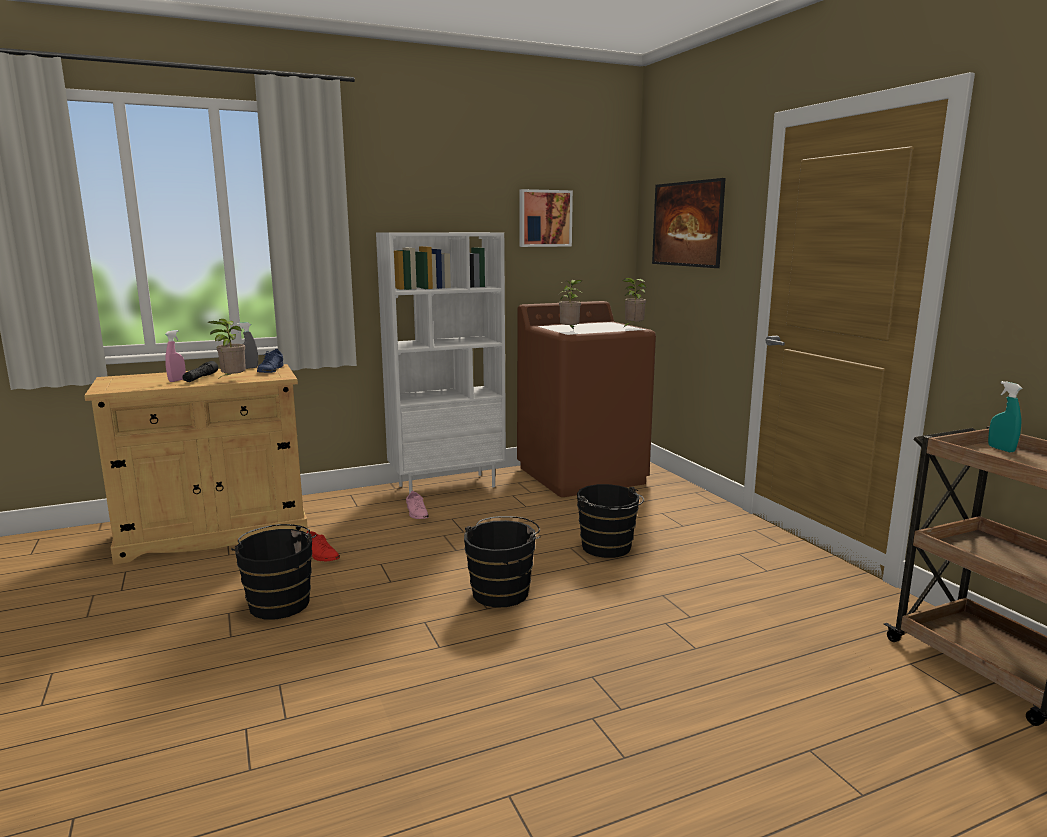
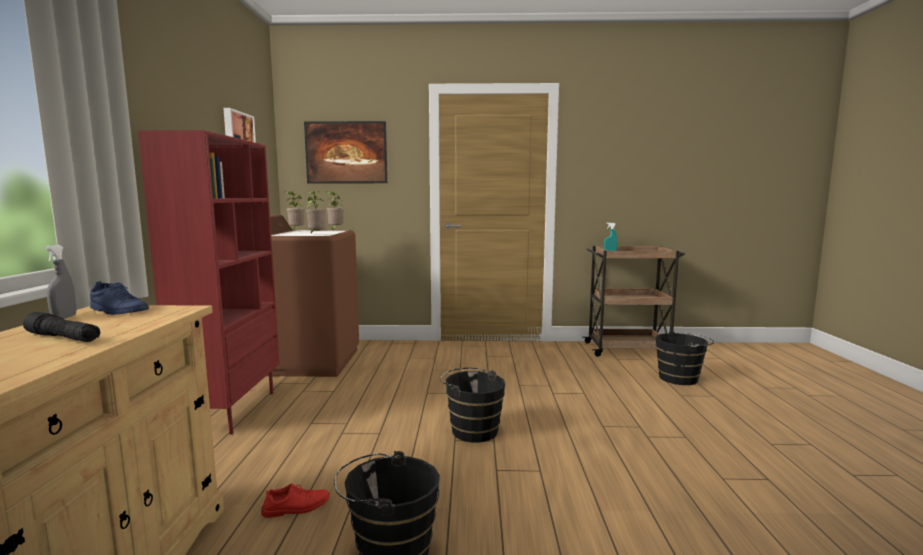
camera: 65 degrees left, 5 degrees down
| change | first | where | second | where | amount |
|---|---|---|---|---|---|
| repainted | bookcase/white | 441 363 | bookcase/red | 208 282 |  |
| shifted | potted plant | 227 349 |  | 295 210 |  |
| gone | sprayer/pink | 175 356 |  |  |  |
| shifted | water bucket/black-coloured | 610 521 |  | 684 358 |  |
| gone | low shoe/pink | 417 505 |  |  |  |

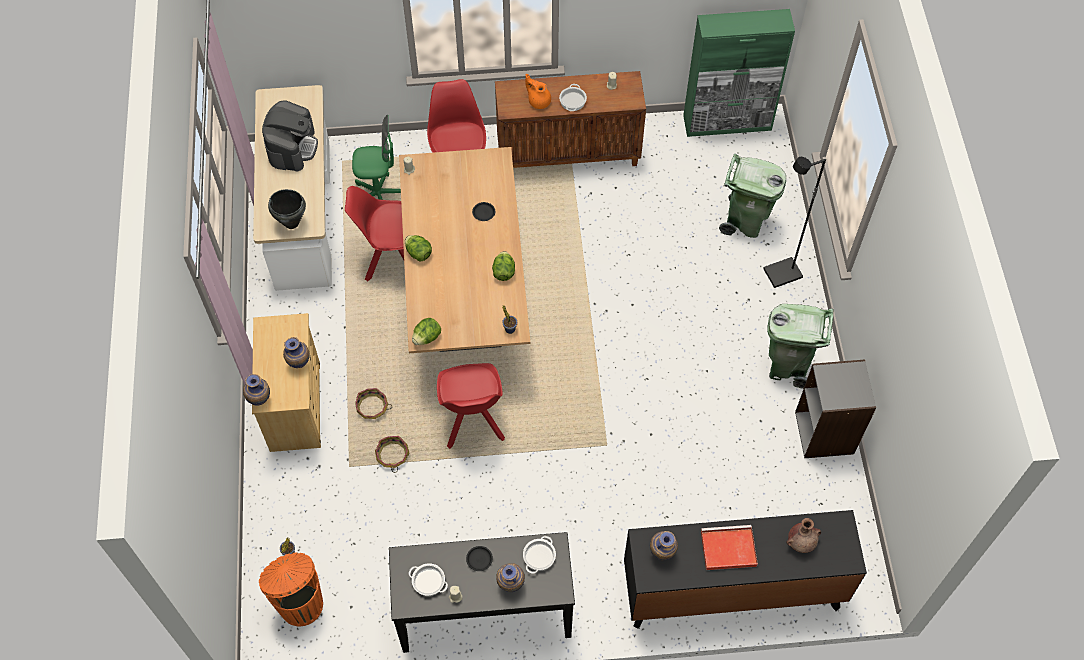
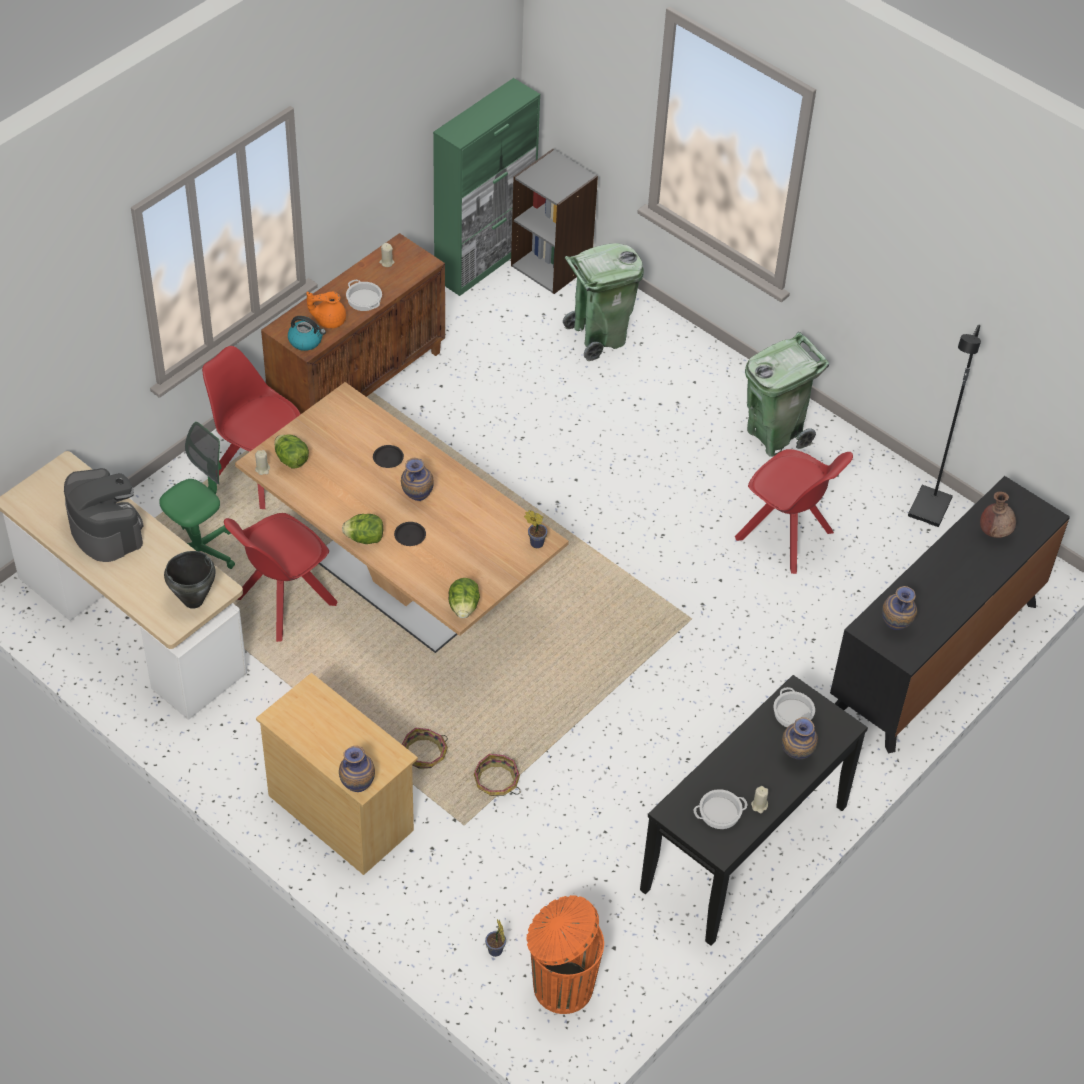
camera: 45 degrees left, 10 degrees down
| change | first | where | second | where | amount |
|---|---|---|---|---|---|
| shifted | floor lamp/black-coloured | 794 222 |  | 944 426 |  |
| shifted | head of lettuce | 503 266 |  | 291 452 |  |
| shifted | vase | 296 352 |  | 417 479 |  |
| shifted | bookcase/greyish | 835 408 |  | 554 221 |  |
| shifted | plain chair/red | 471 406 |  | 794 511 |  |
| gone | tray/red | 729 547 |  |  |  |
| shifted | dinner plate/black-coloured | 479 558 |  | 410 534 |  |
| new |  |  | water kettle | 307 333 |  |

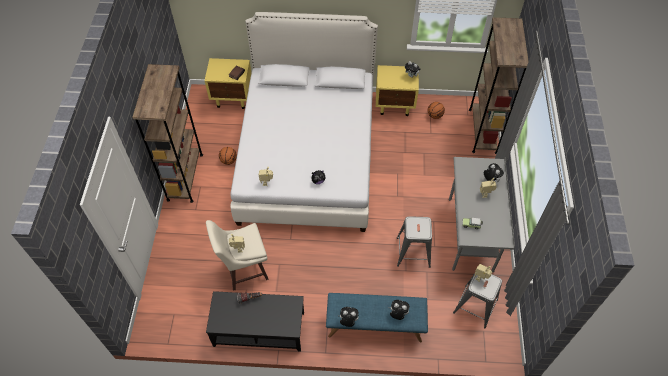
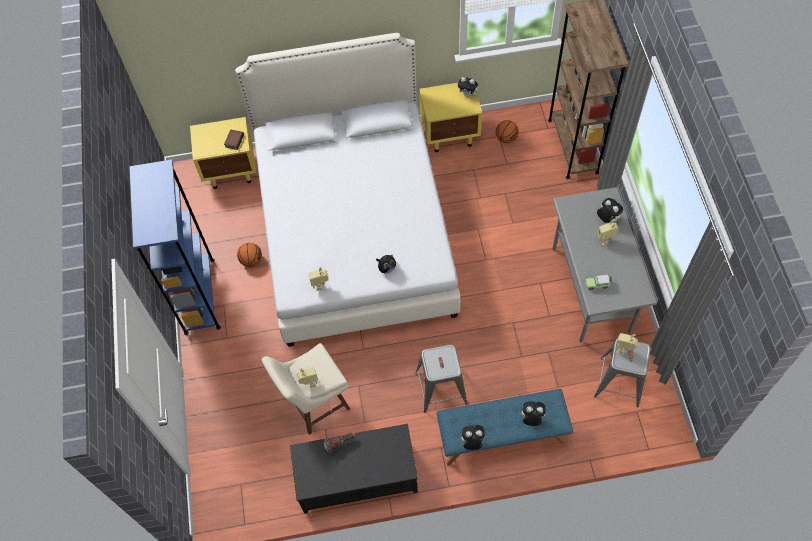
camera: 10 degrees left, 5 degrees up
| change | first | where | second | where | amount |
|---|---|---|---|---|---|
| repainted | bookcase/brownish | 167 133 | bookcase/blue | 175 247 |  |
| shifted | sitting stool/greyish | 414 242 |  | 441 379 |  |

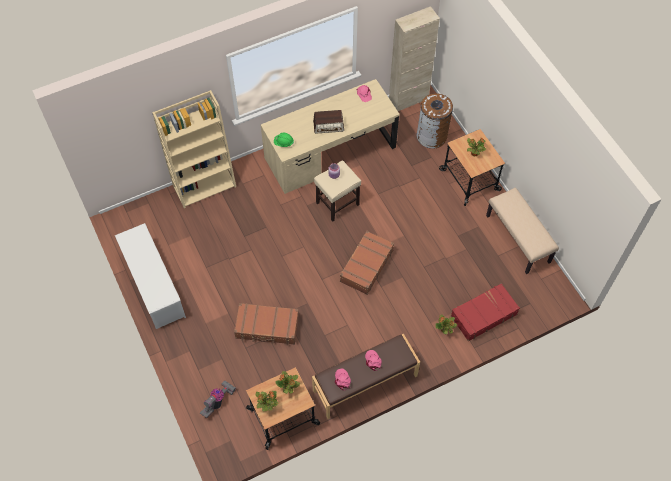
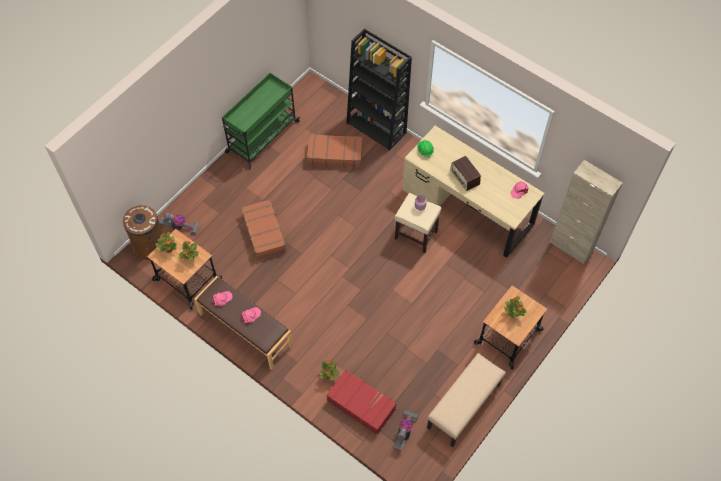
camera: 65 degrees right, 0 degrees up
| change | first | where | second | where | amount |
|---|---|---|---|---|---|
| repainted | bookcase/beige | 194 149 | bookcase/black-coloured | 379 89 |  |
| shifted | trash can/brownish | 435 121 |  | 143 232 |  |
| swapped | shoe shelf/white | 150 276 | trolley/green | 261 121 |  |
| shifted | suitcase/brownish | 367 263 |  | 334 151 |  |
| new |  |  | hoover | 406 430 |  |

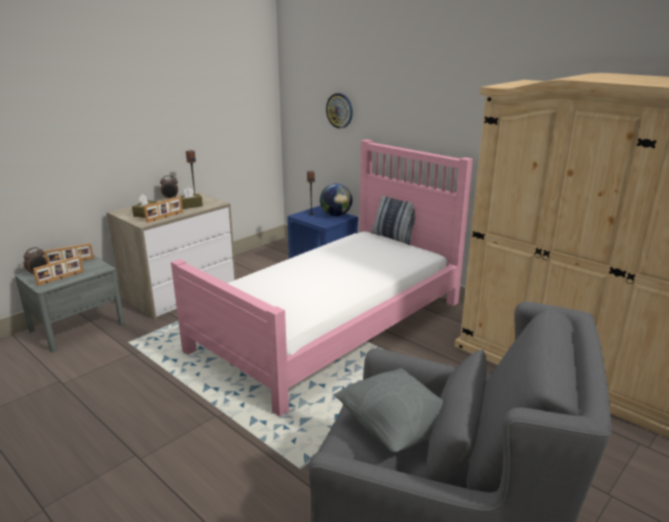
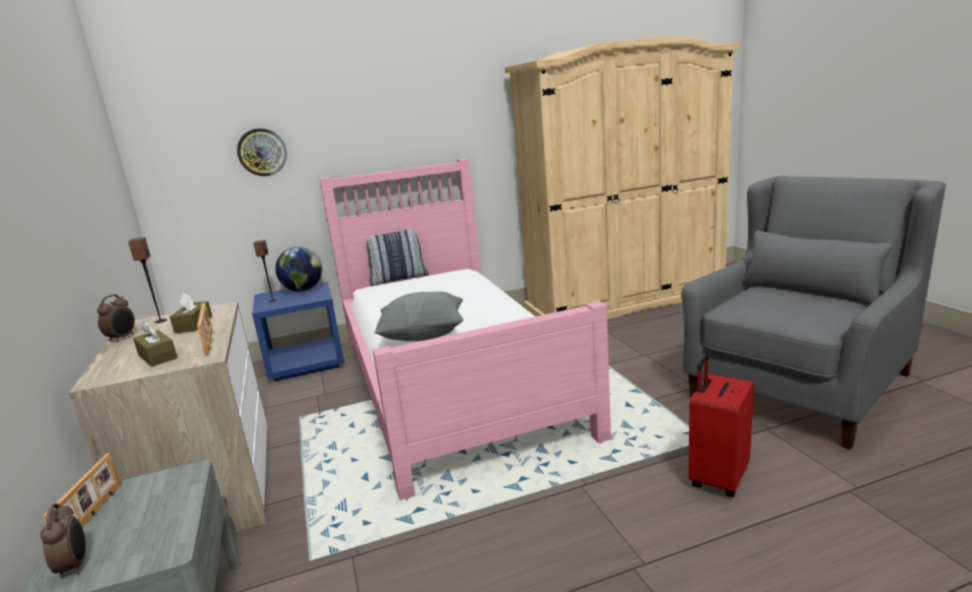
camera: 60 degrees left, 5 degrees down
| change | first | where | second | where | amount |
|---|---|---|---|---|---|
| gone | photo frame | 58 270 |  |  |  |
| shifted | cushion/greyish | 388 410 |  | 419 316 |  |
| new |  |  | suitcase/red | 721 426 |  |

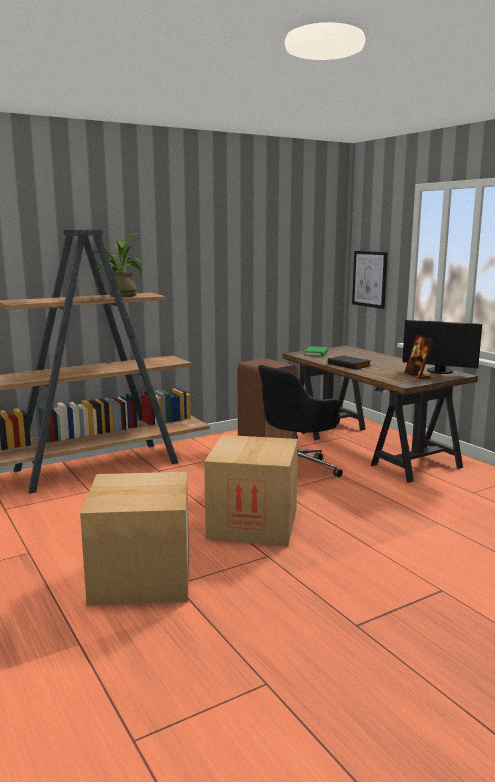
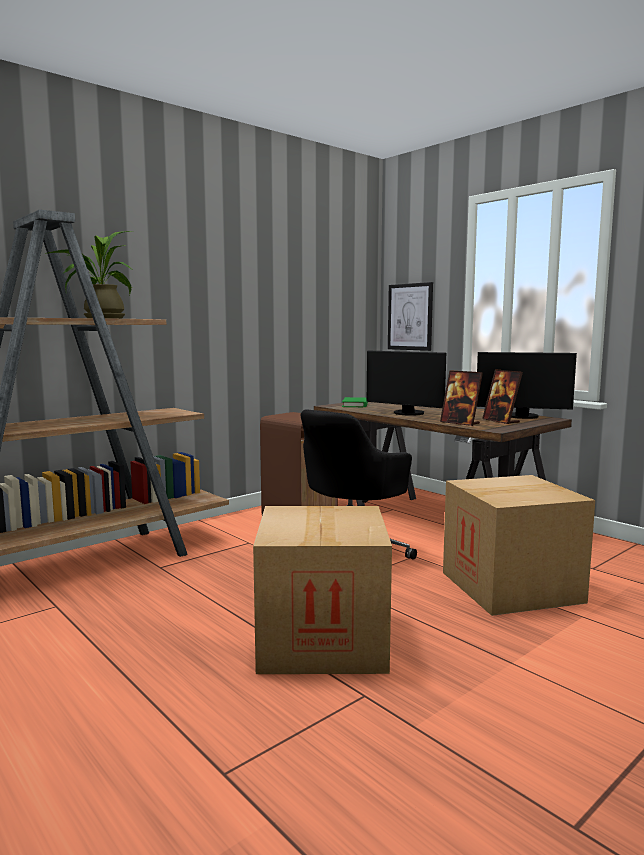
camera: 10 degrees left, 5 degrees down
| change | first | where | second | where | amount |
|---|---|---|---|---|---|
| swapped | volume/black-coloured | 349 362 | computer screen | 406 383 |  |
| shifted | carton | 134 539 |  | 519 545 |  |
| new |  |  | photo frame | 461 398 |  |

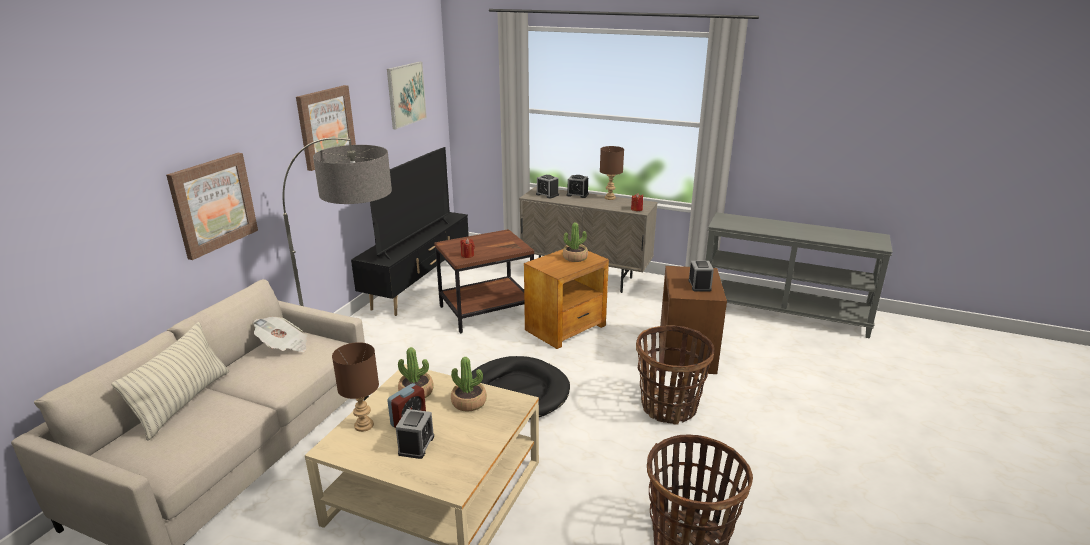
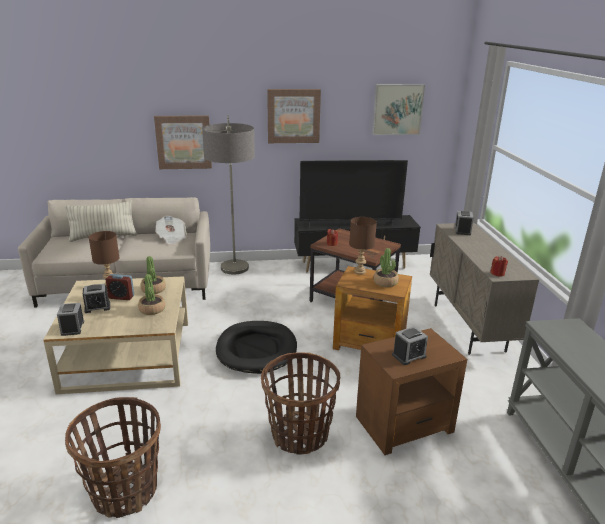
camera: 60 degrees right, 0 degrees up
| change | first | where | second | where | amount |
|---|---|---|---|---|---|
| shifted | lamp for a table/brownish | 612 173 |  | 363 246 |  |
| shifted | alarm clock | 577 186 |  | 70 319 |  |

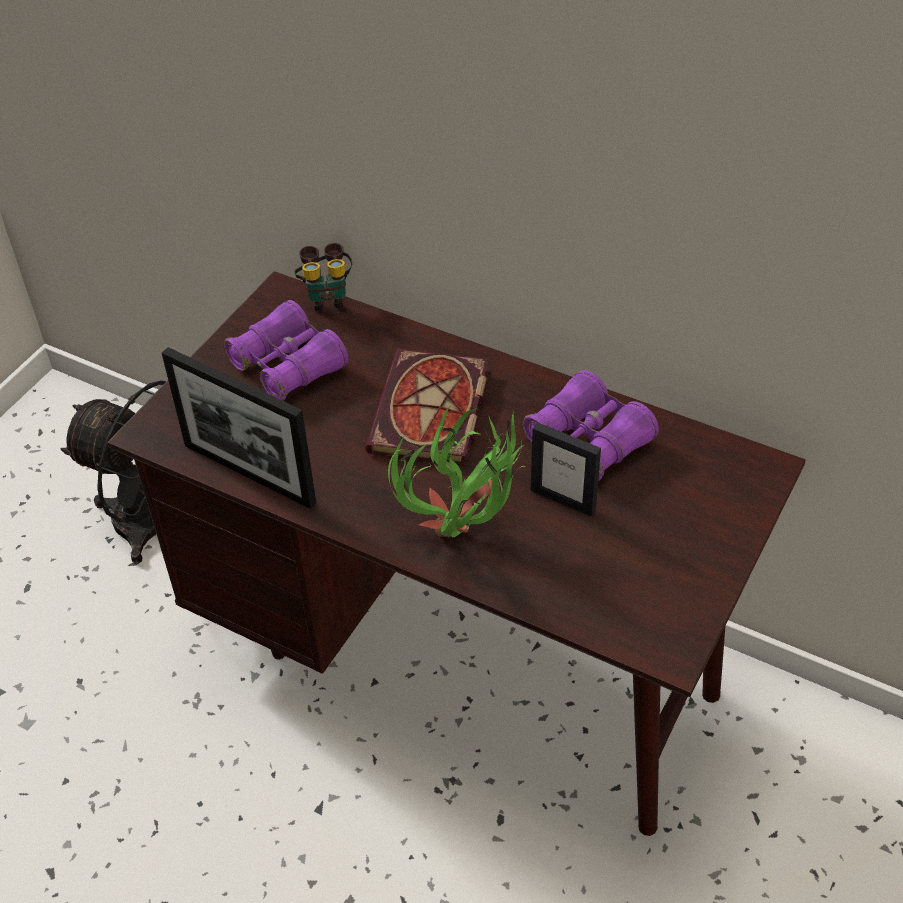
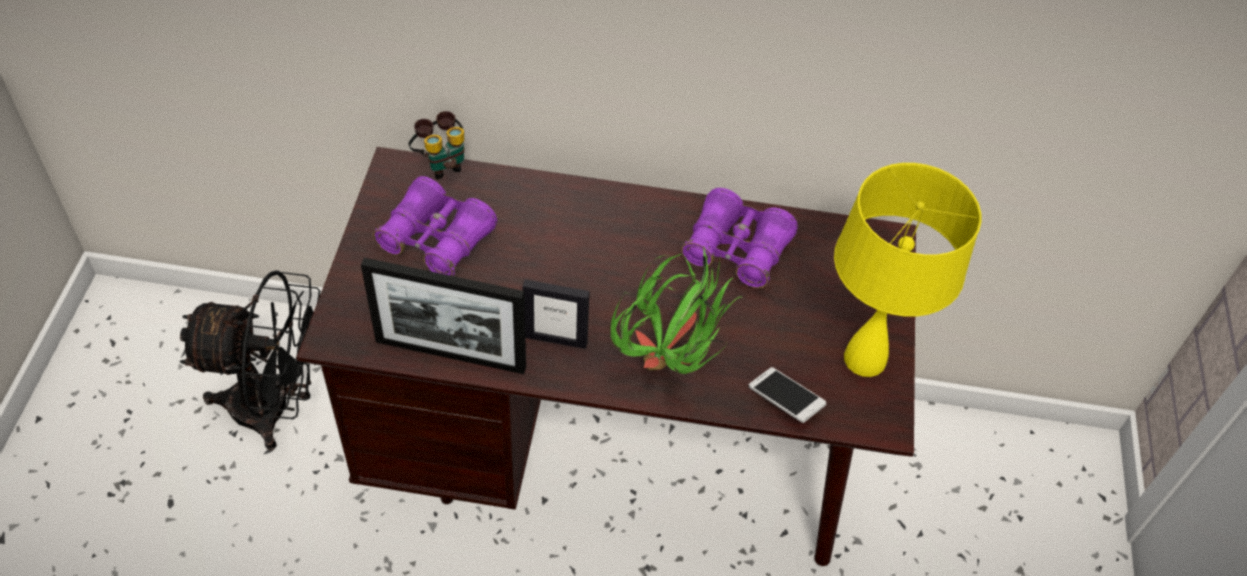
camera: 25 degrees left, 5 degrees up
| change | first | where | second | where | amount |
|---|---|---|---|---|---|
| gone | volume | 427 407 |  |  |  |
| shifted | photo frame | 566 469 |  | 555 314 |  |
| new |  |  | lamp for a table/yellow-coloured | 907 270 |  |
| new |  |  | telephone | 787 395 |  |

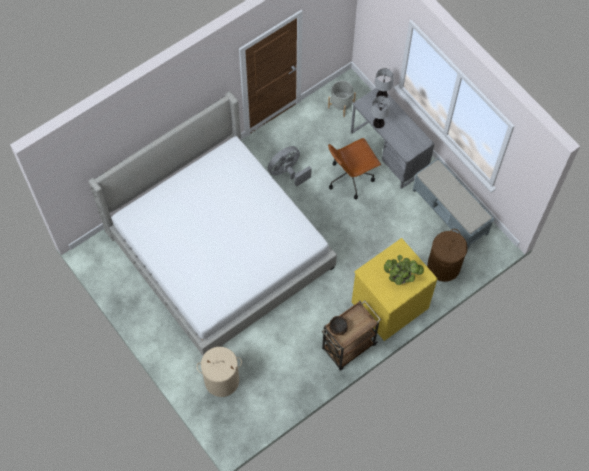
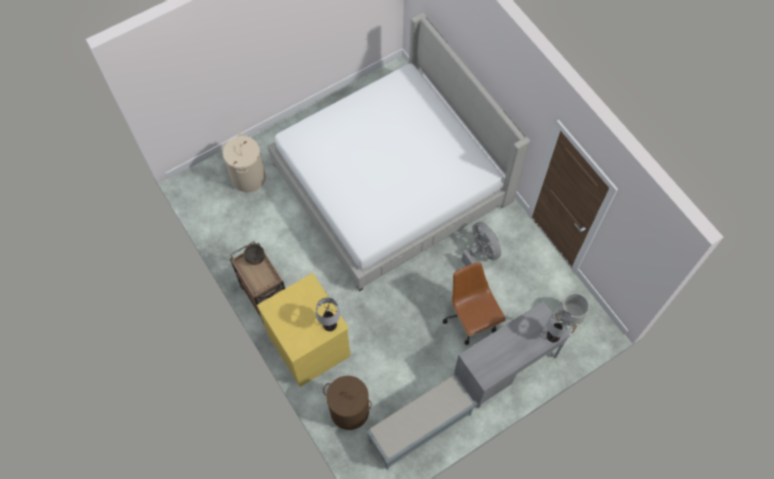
camera: 95 degrees right, 0 degrees up
| change | first | where | second | where | amount |
|---|---|---|---|---|---|
| shifted | lamp for a table | 380 112 |  | 328 314 |  |
| gone | potted plant | 404 270 |  |  |  |

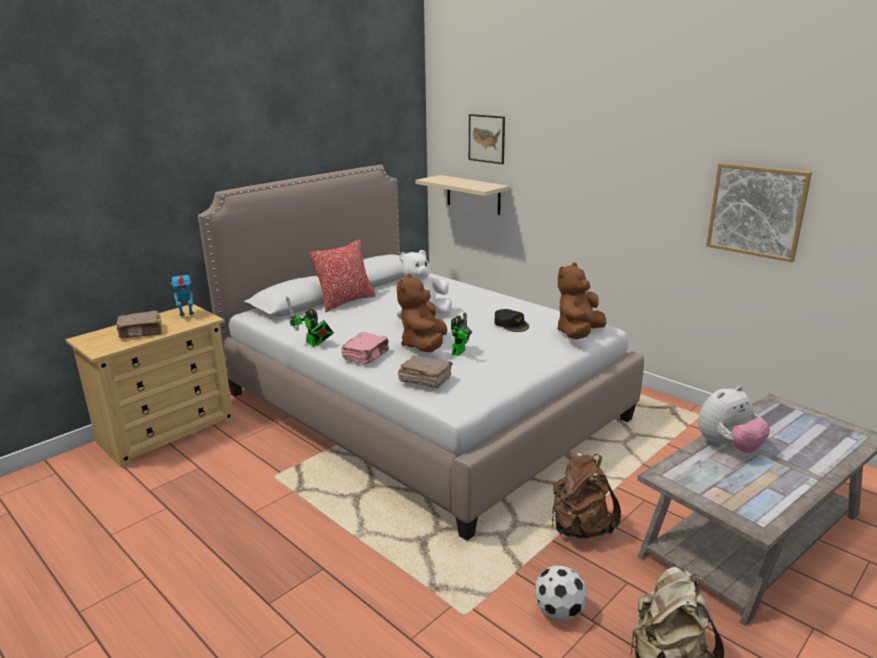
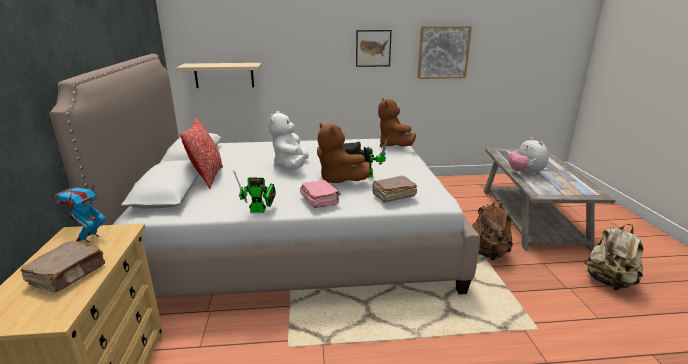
camera: 50 degrees left, 0 degrees up
| change | first | where | second | where | amount |
|---|---|---|---|---|---|
| shifted | wall art | 487 139 |  | 374 48 |  |
| rotated | cuddly toy | 734 419 |  | 528 156 | 150 degrees clockwise |
| gone | football | 561 593 |  |  |  |

